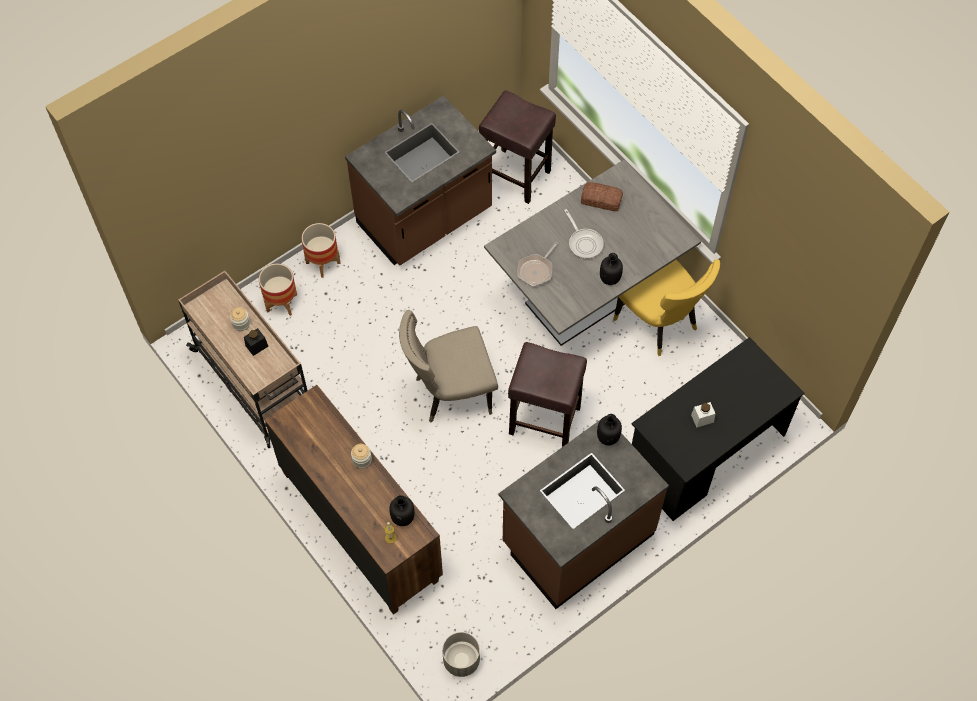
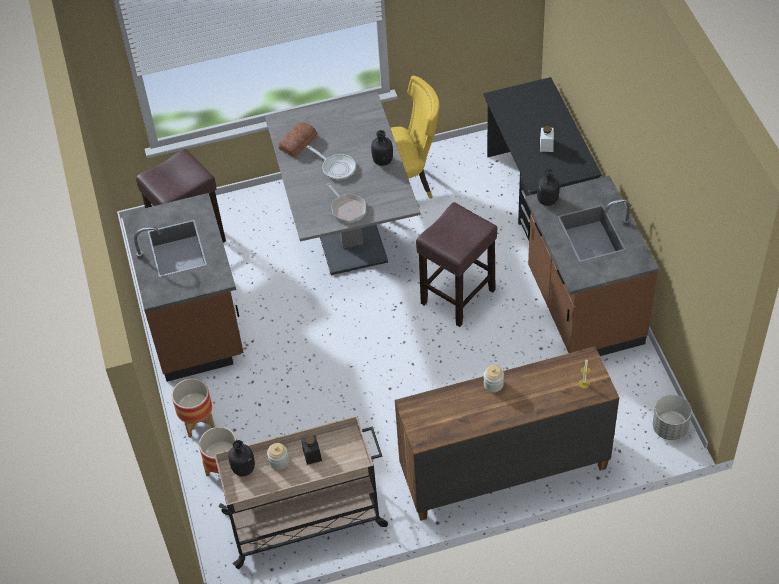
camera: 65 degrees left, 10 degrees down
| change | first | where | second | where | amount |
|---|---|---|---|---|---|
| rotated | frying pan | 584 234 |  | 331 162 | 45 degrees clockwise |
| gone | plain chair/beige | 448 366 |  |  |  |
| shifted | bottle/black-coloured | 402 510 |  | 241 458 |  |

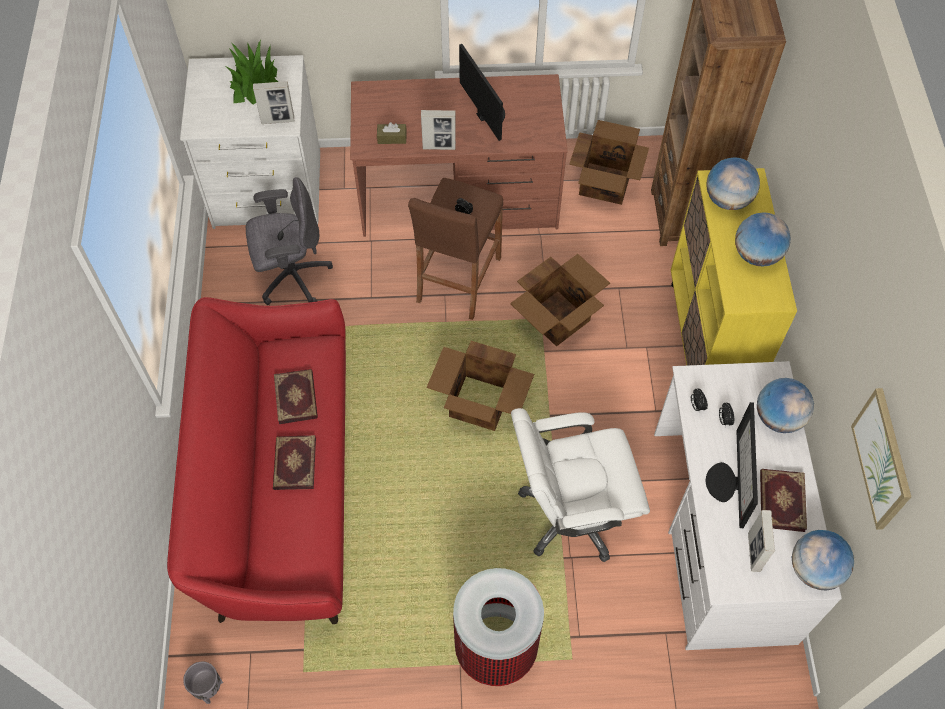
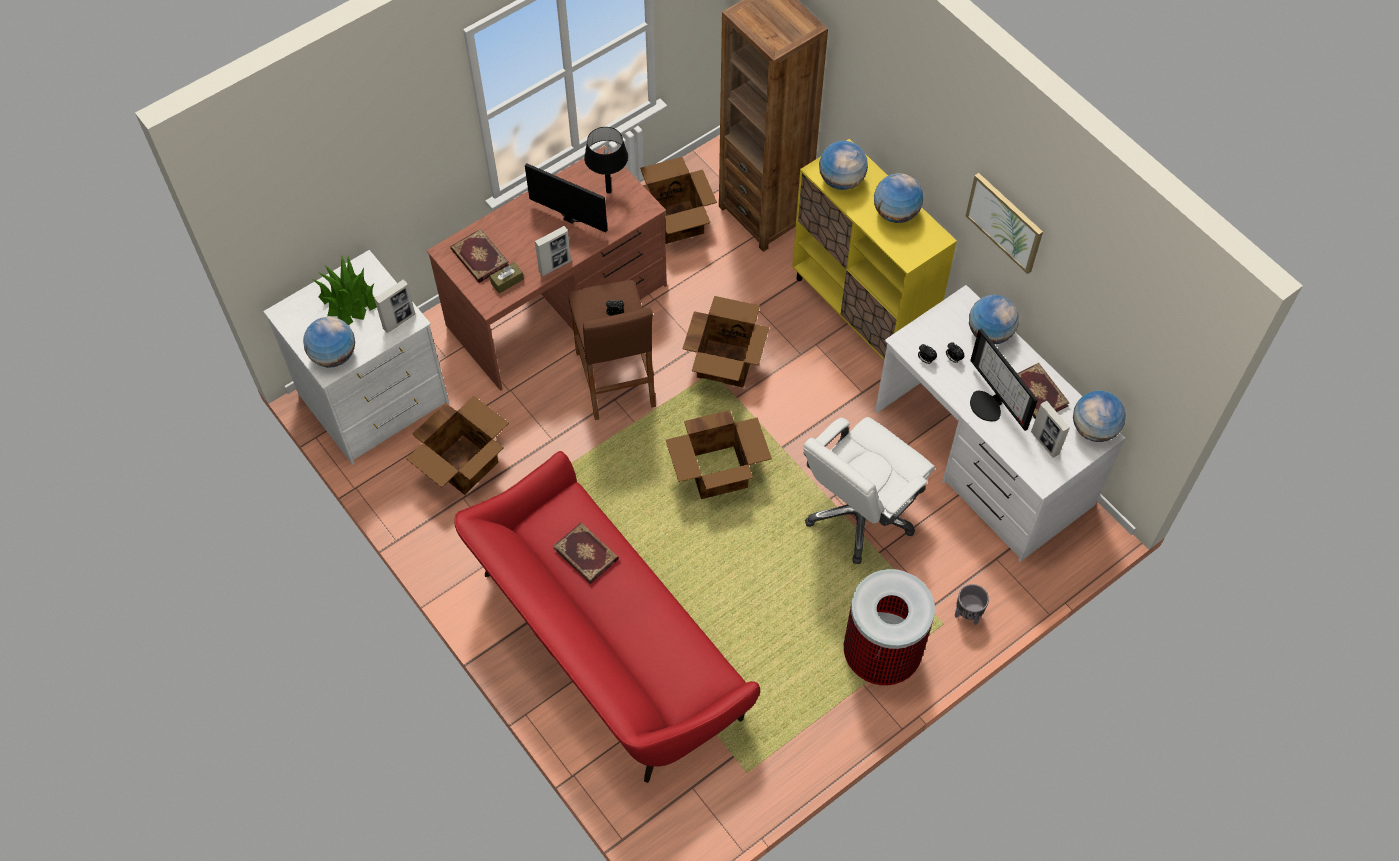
camera: 35 degrees left, 0 degrees up
| change | first | where | second | where | amount |
|---|---|---|---|---|---|
| swapped | computer chair/greyish | 289 241 | carton | 457 445 |  |
| shifted | wall art | 881 459 |  | 1004 223 |  |
| shifted | volume | 294 462 |  | 479 256 |  |
| shifted | planter/greyish | 203 682 |  | 972 604 |  |
| new |  |  | lamp for a table/black-coloured | 606 160 |  |
| new |  |  | world globe | 329 342 |  |

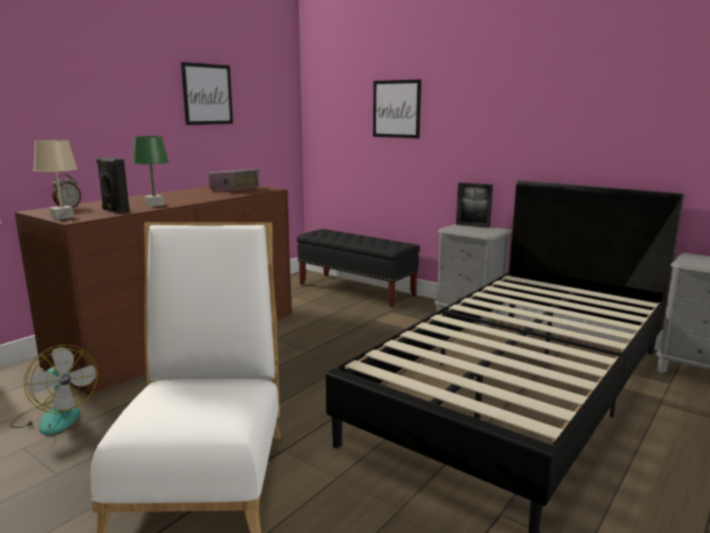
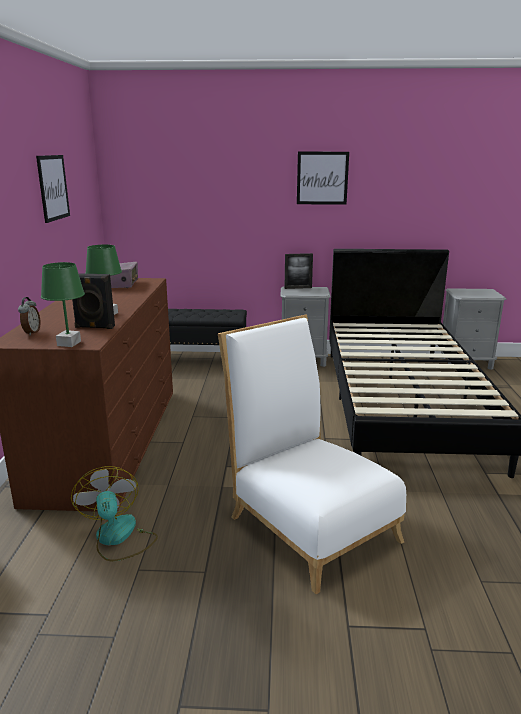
camera: 35 degrees left, 5 degrees up
| change | first | where | second | where | amount |
|---|---|---|---|---|---|
| shifted | wall art | 397 108 |  | 323 178 |  |
| repainted | lamp for a table/beige | 55 180 | lamp for a table/green | 63 304 |  |
| rotated | fan | 54 390 |  | 114 514 | 120 degrees counterclockwise |

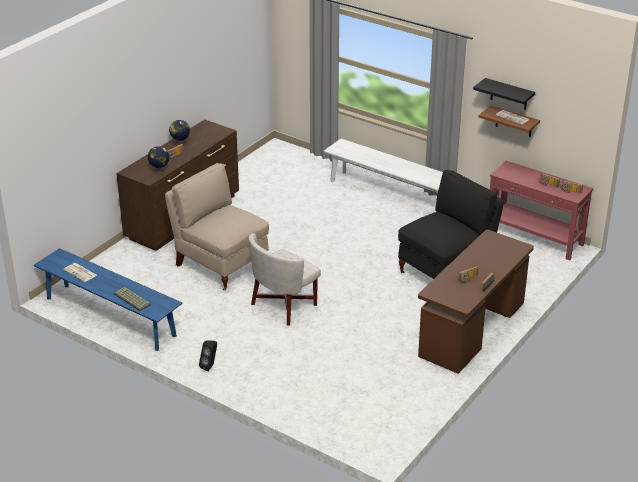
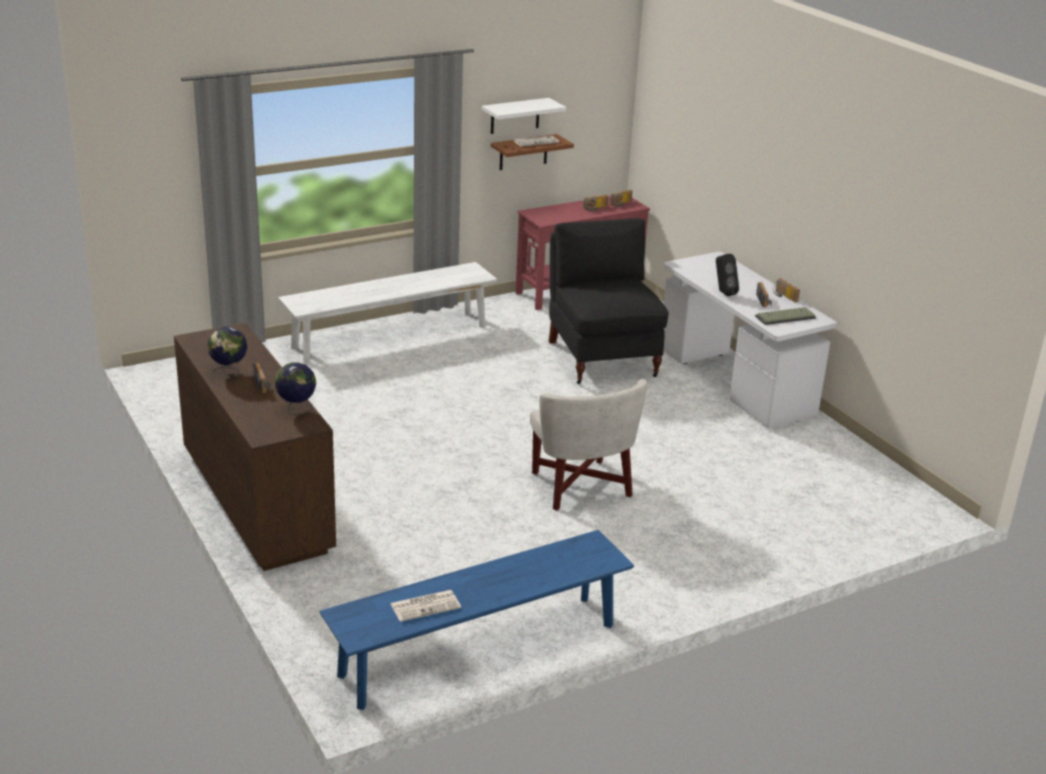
camera: 65 degrees left, 5 degrees down
| change | first | where | second | where | amount |
|---|---|---|---|---|---|
| repainted | wall shelf/black-coloured | 504 94 | wall shelf/white | 524 116 |  |
| gone | plain chair/beige | 217 226 |  |  |  |
| repainted | desk/brownish | 476 302 | desk/white | 750 340 |  |
| shifted | keyboard | 132 299 |  | 785 316 |  |
| shifted | loudspeaker/black-coloured | 208 355 |  | 727 275 |  |

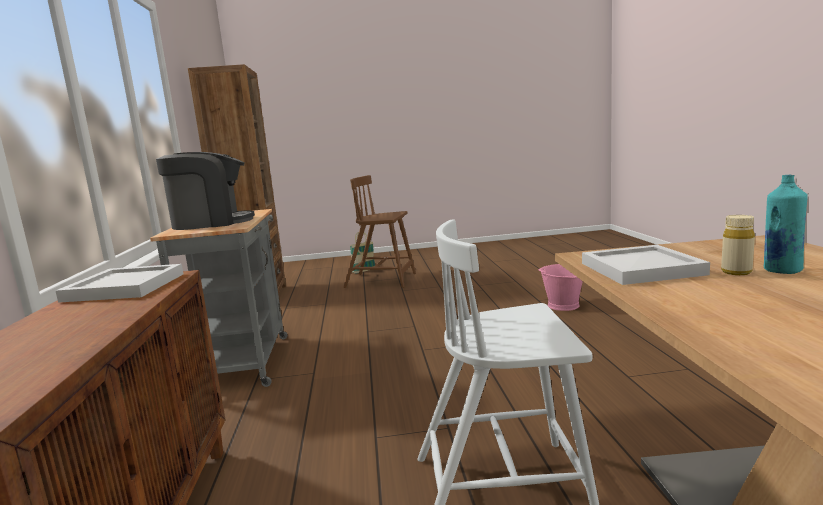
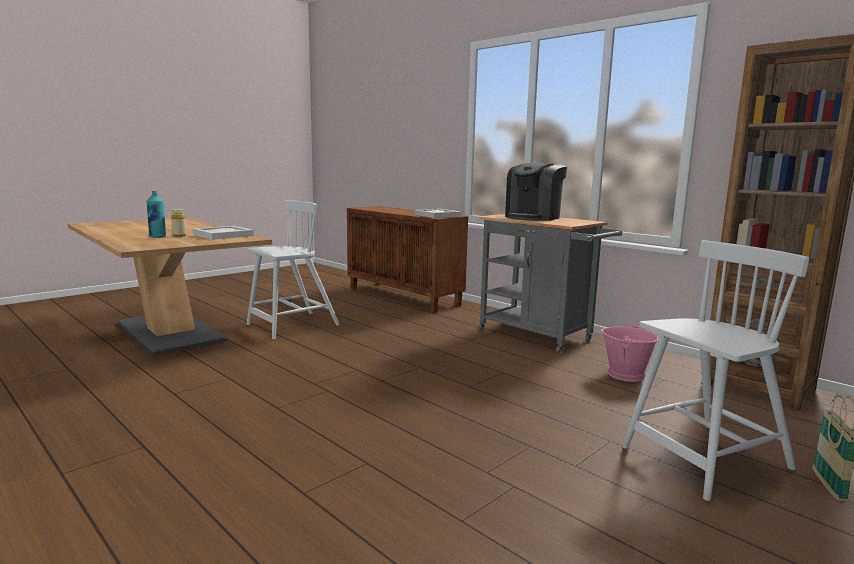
camera: 140 degrees right, 0 degrees up
| change | first | where | second | where | amount |
|---|---|---|---|---|---|
| repainted | plain chair/brownish | 379 231 | plain chair/white | 715 370 |  |
| shifted | water bucket/pink | 561 287 |  | 630 352 |  |

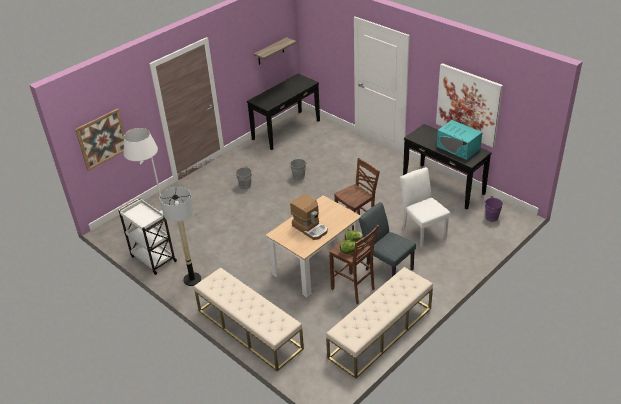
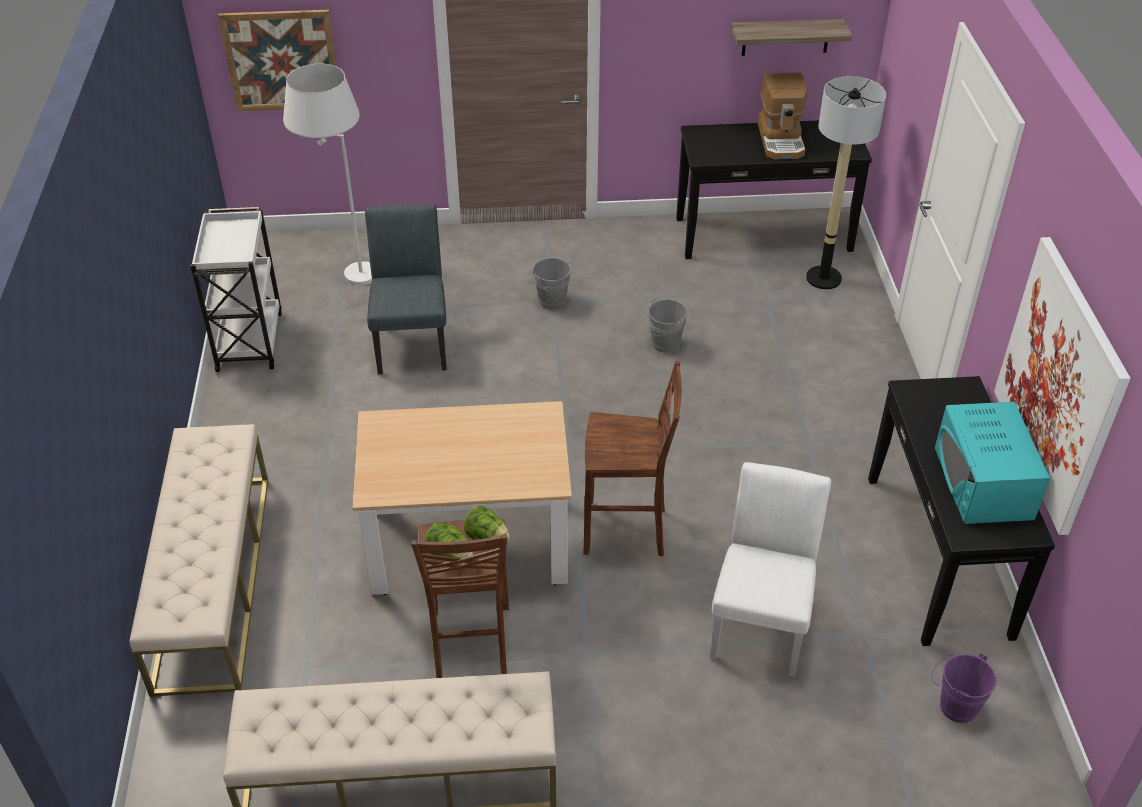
camera: 40 degrees right, 5 degrees up
| change | first | where | second | where | amount |
|---|---|---|---|---|---|
| shifted | floor lamp | 180 236 |  | 846 182 |  |
| shifted | coffee machine | 309 217 |  | 782 116 |  |
| shifted | plain chair/greyish | 387 239 |  | 406 289 |  |

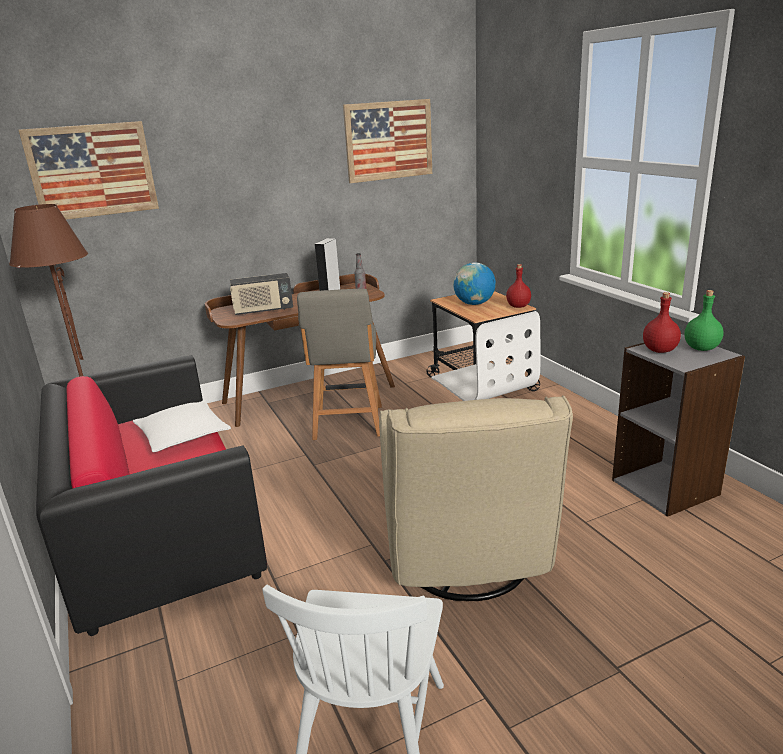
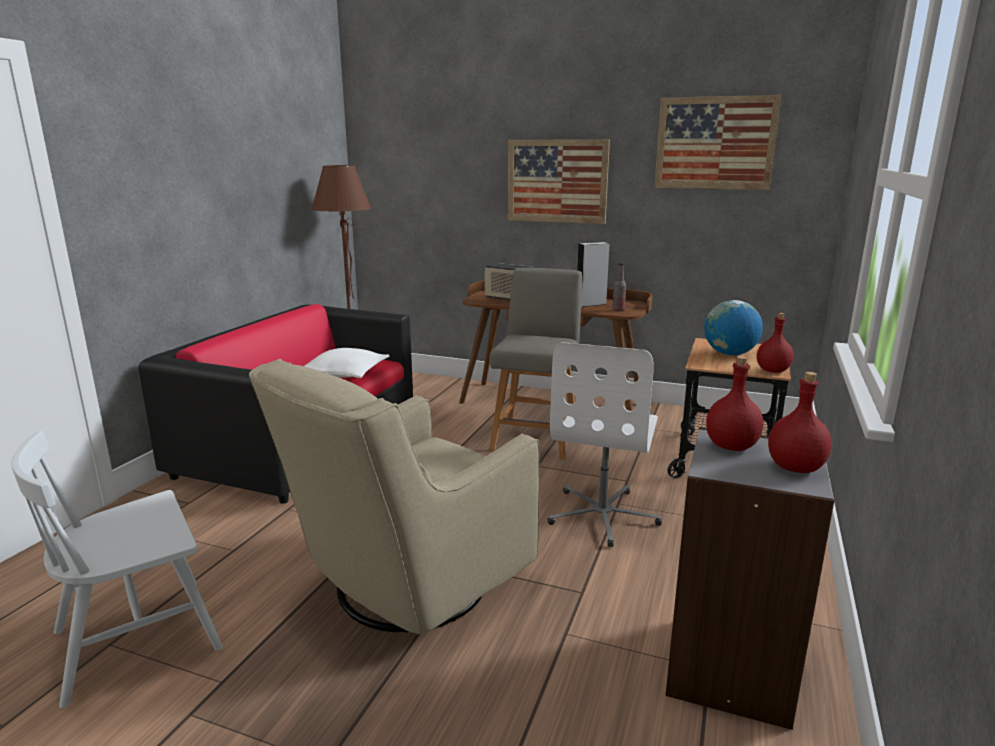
camera: 45 degrees right, 5 degrees down
| change | first | where | second | where | amount |
|---|---|---|---|---|---|
| shifted | wall art | 89 170 |  | 559 181 |  |
| rotated | plain chair/greyish | 339 364 |  | 535 363 | 150 degrees clockwise |
| repainted | bottle/green | 704 320 | bottle/red | 800 422 |  |

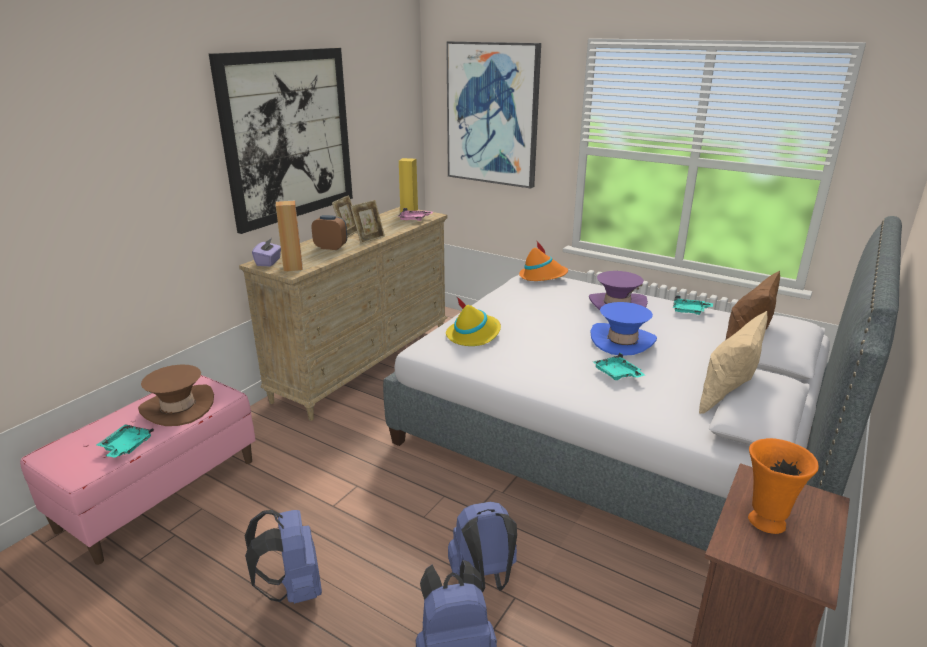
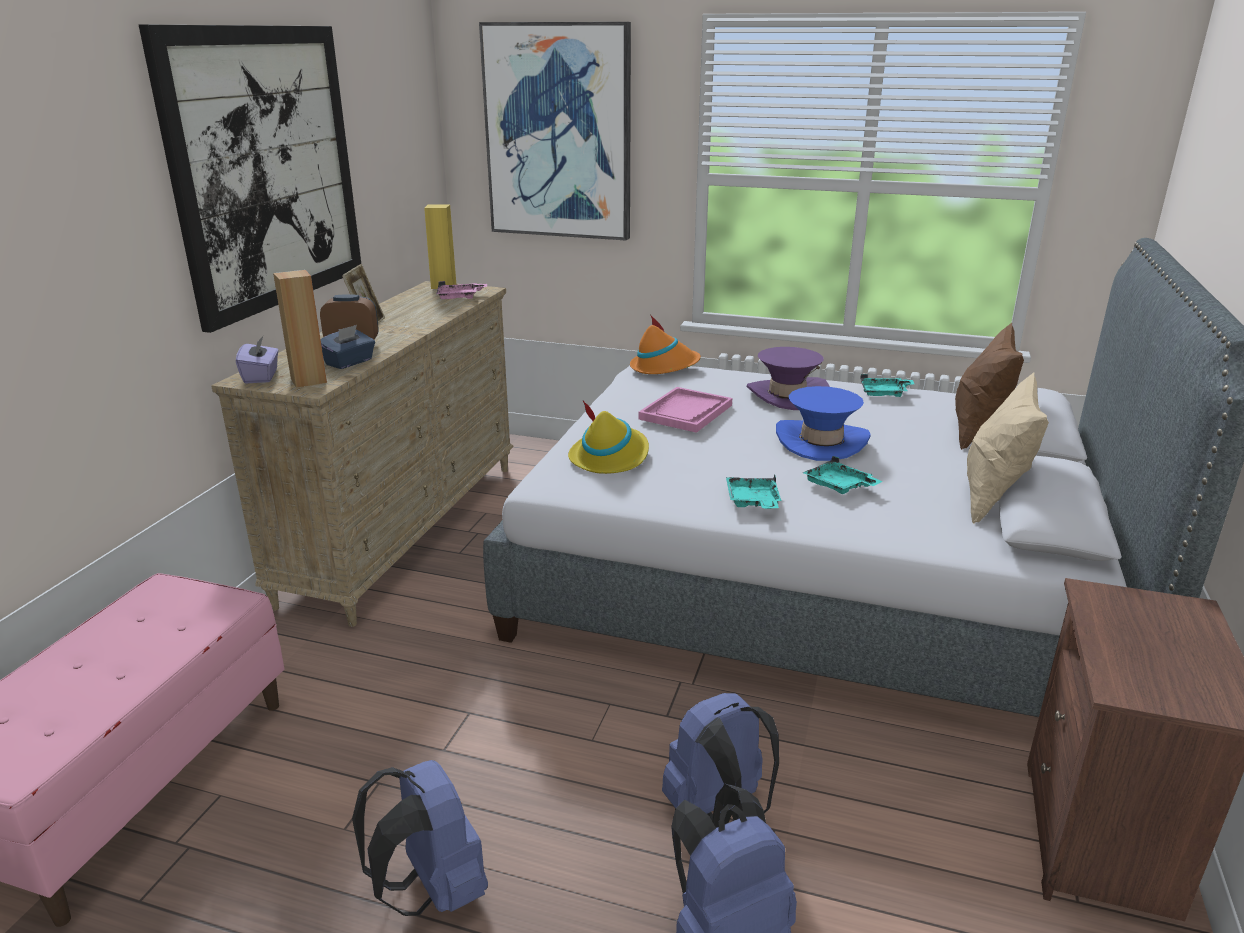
camera: 15 degrees left, 0 degrees up
| change | first | where | second | where | amount |
|---|---|---|---|---|---|
| gone | photo frame | 367 222 |  |  |  |
| gone | hat/brownish | 176 395 |  |  |  |
| shifted | tray/turquoise-coloured | 125 441 |  | 754 492 |  |
| gone | vase/orangey | 783 486 |  |  |  |
| new |  |  | box of tissues/blue | 348 347 |  |
| new |  |  | tray/pink | 685 410 |  |

